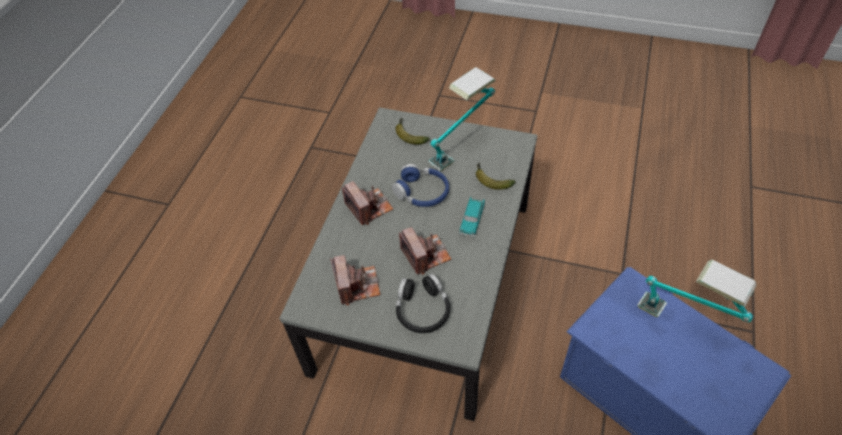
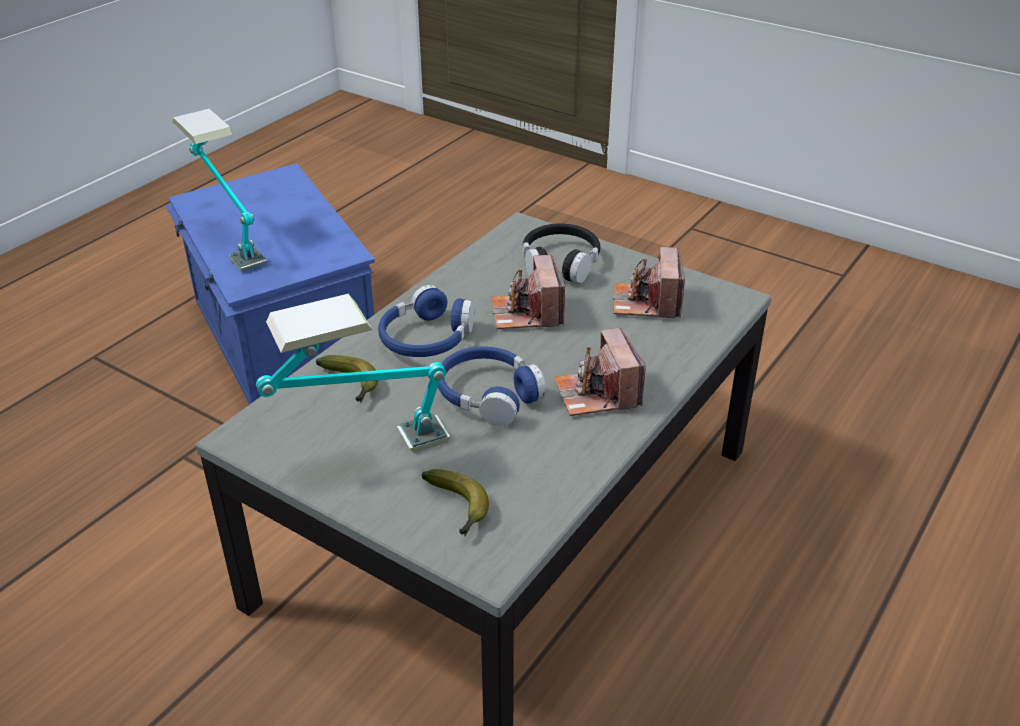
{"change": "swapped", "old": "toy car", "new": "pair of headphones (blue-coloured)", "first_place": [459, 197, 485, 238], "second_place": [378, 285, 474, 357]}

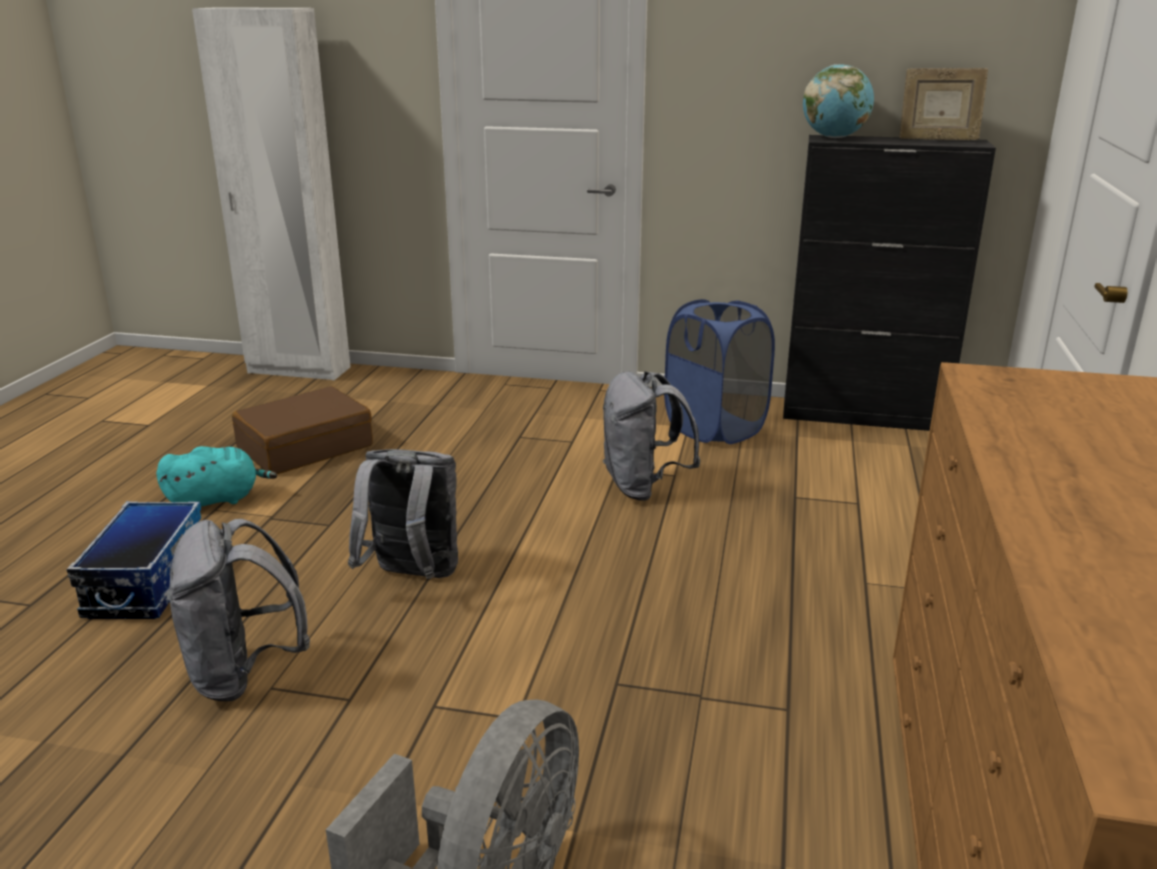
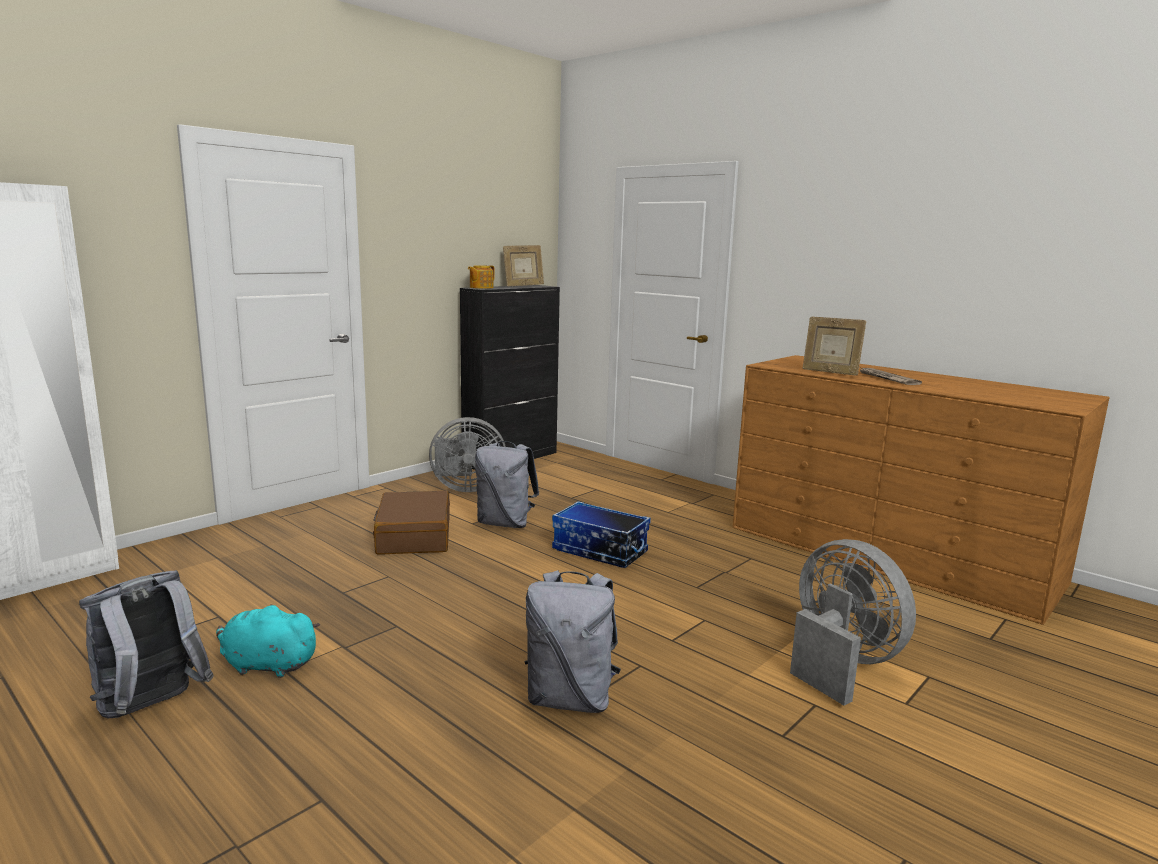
{"change": "new", "new": "standing frame", "second_place": [803, 317, 866, 376]}
{"change": "new", "new": "printed paper", "second_place": [859, 367, 922, 385]}
{"change": "shifted", "old": "storage box", "first_place": [67, 501, 201, 619], "second_place": [552, 501, 651, 568]}
{"change": "shifted", "old": "suitcase (brownish)", "first_place": [232, 386, 373, 474], "second_place": [373, 491, 450, 555]}
{"change": "shifted", "old": "backpack (greyish)", "first_place": [348, 449, 458, 579], "second_place": [79, 570, 214, 718]}
{"change": "swapped", "old": "washing basket (blue-coloured)", "new": "cooling fan (greyish)", "first_place": [664, 299, 775, 444], "second_place": [429, 417, 506, 492]}
{"change": "swapped", "old": "globe", "new": "teapot", "first_place": [803, 64, 874, 138], "second_place": [468, 265, 495, 289]}
{"change": "rotated", "old": "plush toy (blue-green)", "first_place": [156, 446, 277, 507], "second_place": [216, 604, 320, 678], "degrees": -90}

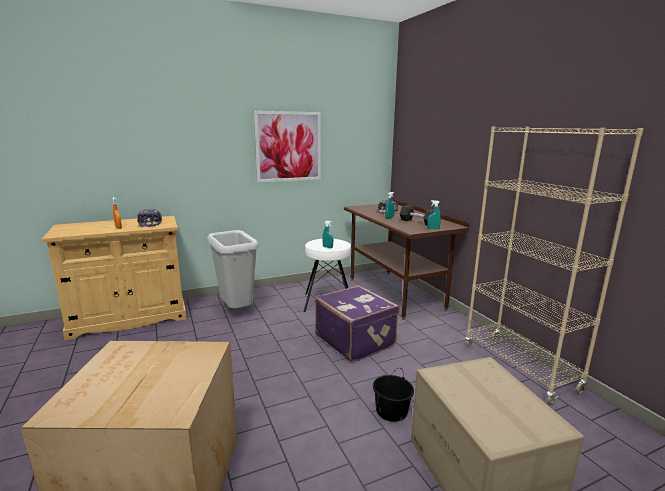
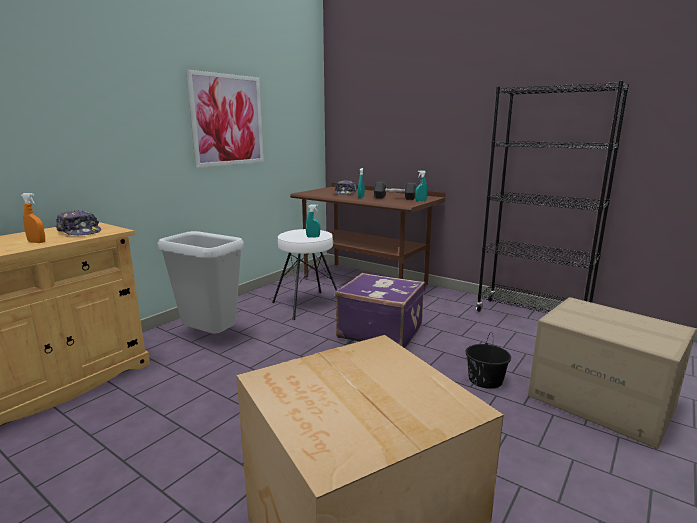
{"change": "repainted", "old": "shelving unit (beige)", "new": "shelving unit (black-coloured)", "first_place": [465, 126, 644, 404], "second_place": [476, 81, 629, 313]}

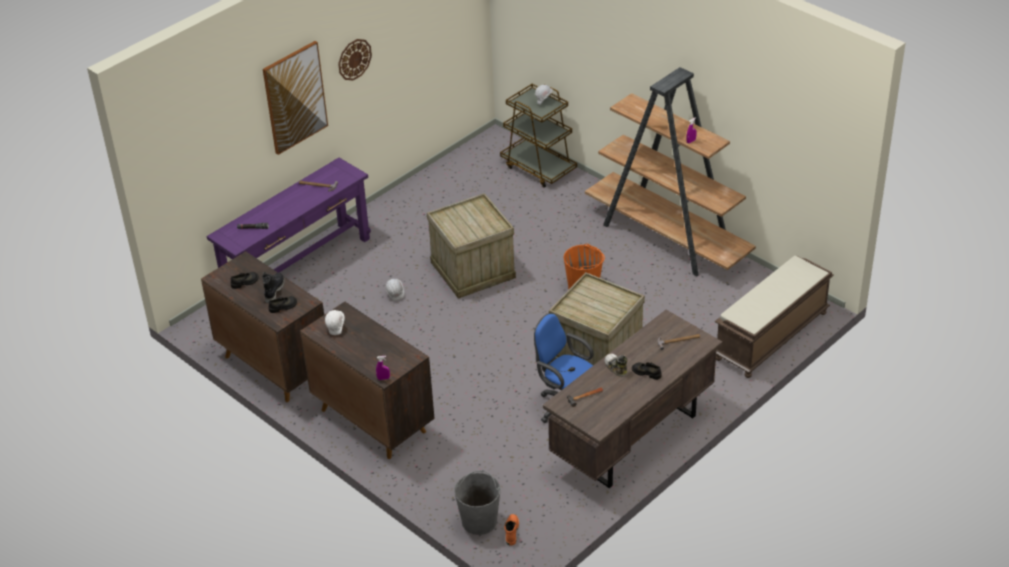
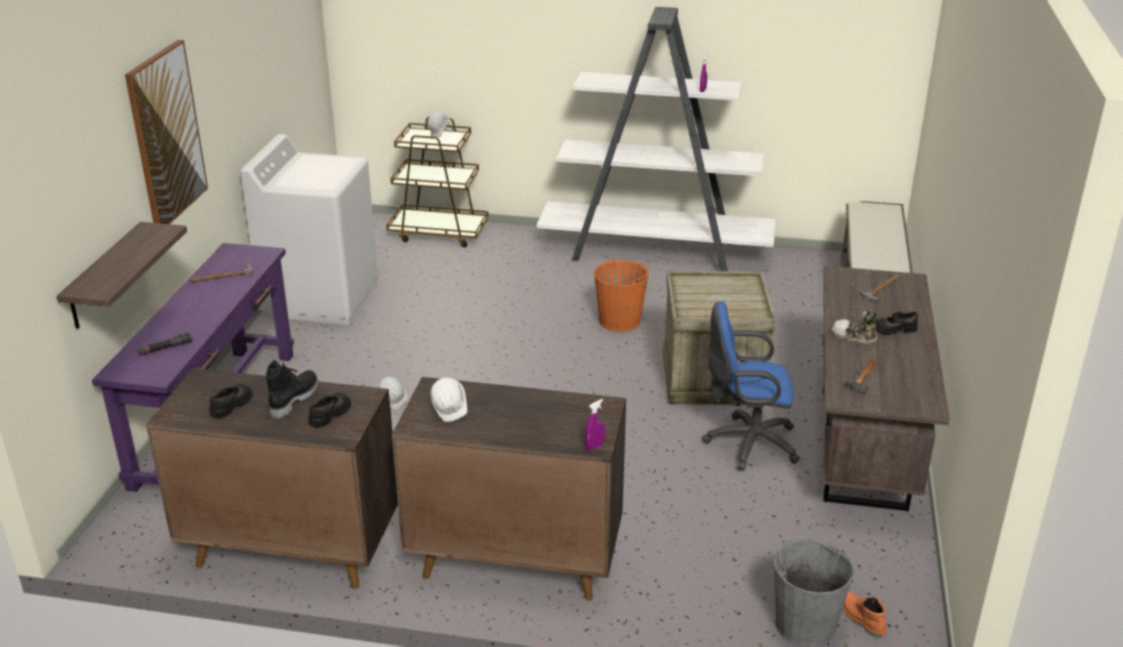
{"change": "gone", "old": "wall clock", "first_place": [338, 39, 372, 80]}
{"change": "gone", "old": "crate", "first_place": [427, 193, 516, 299]}
{"change": "new", "new": "bracket shelf", "second_place": [57, 222, 187, 329]}
{"change": "new", "new": "washing machine (whitish)", "second_place": [240, 134, 378, 325]}
{"change": "repainted", "old": "shelving unit (brownish)", "new": "shelving unit (whitish)", "first_place": [585, 67, 756, 276], "second_place": [537, 7, 776, 272]}
{"change": "rotated", "old": "high-top boot (black-coloured)", "first_place": [262, 272, 285, 304], "second_place": [266, 360, 318, 419], "degrees": 45}

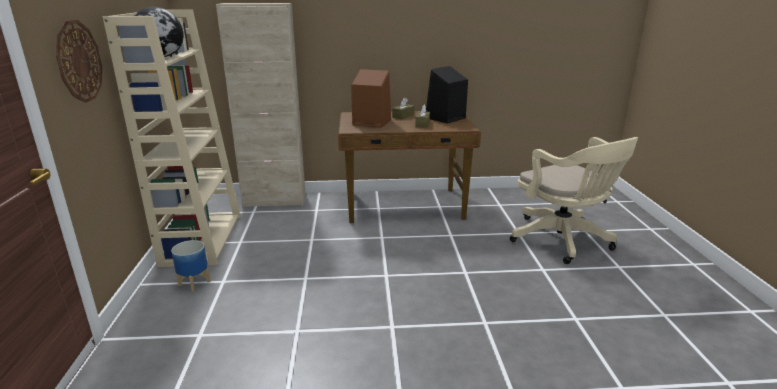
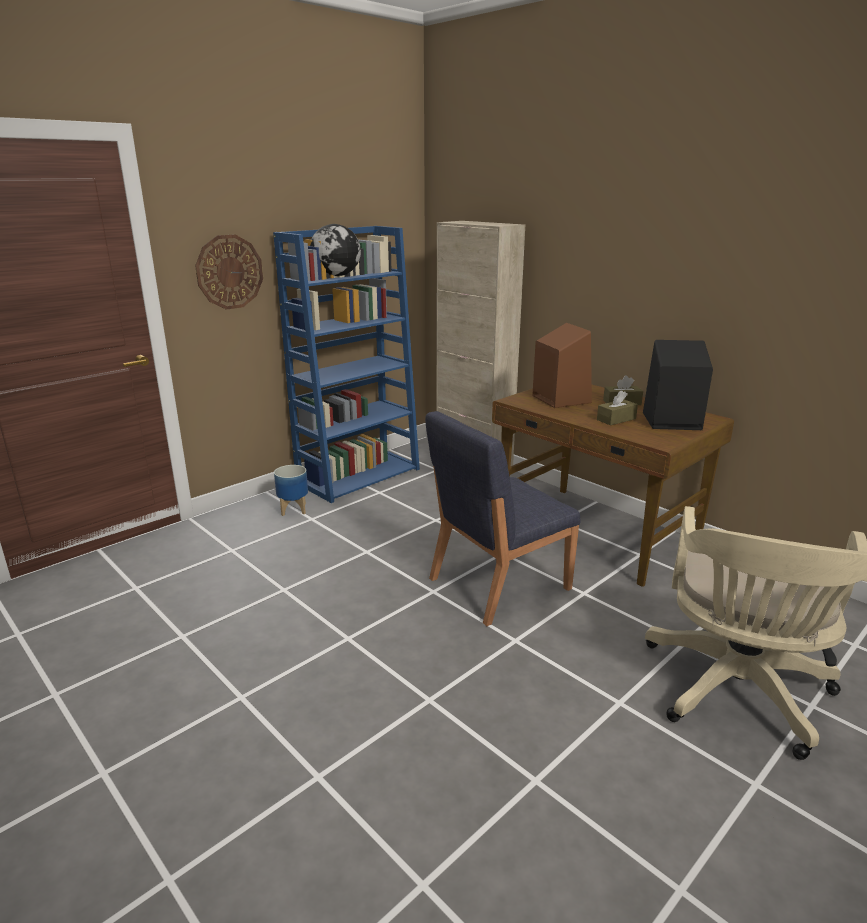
{"change": "new", "new": "upright chair (blue-coloured)", "second_place": [425, 411, 581, 626]}
{"change": "repainted", "old": "shelving unit (beige)", "new": "shelving unit (blue-coloured)", "first_place": [103, 10, 241, 267], "second_place": [273, 226, 420, 503]}

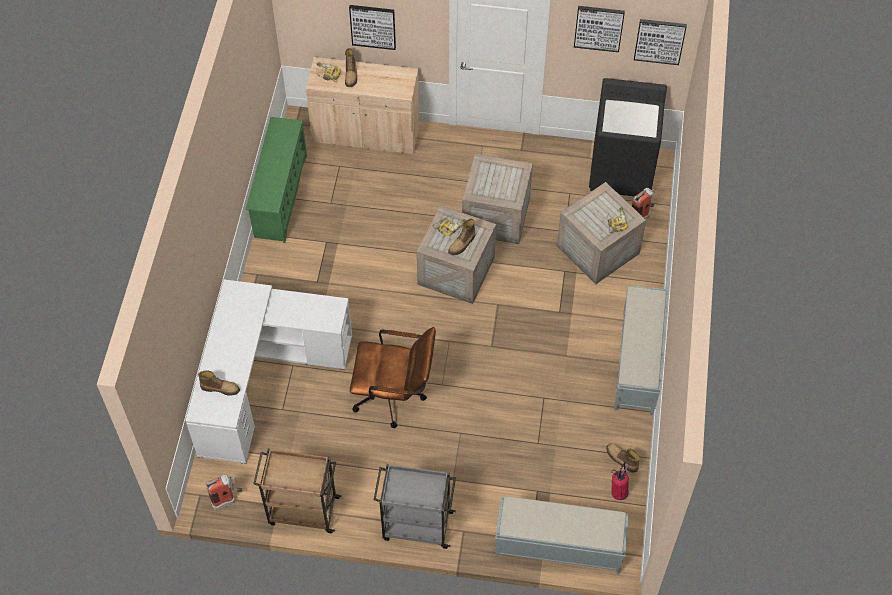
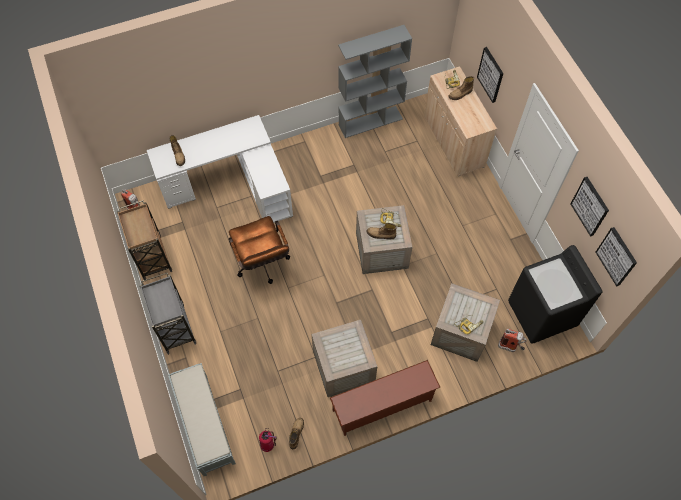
{"change": "shifted", "old": "crate", "first_place": [462, 153, 533, 244], "second_place": [311, 320, 377, 397]}
{"change": "swapped", "old": "shoe stand (greenish)", "new": "shelving unit (greyish)", "first_place": [246, 117, 307, 243], "second_place": [338, 25, 412, 138]}
{"change": "swapped", "old": "bench (greyish)", "new": "shoe stand (brownish)", "first_place": [614, 286, 668, 415], "second_place": [330, 360, 440, 436]}

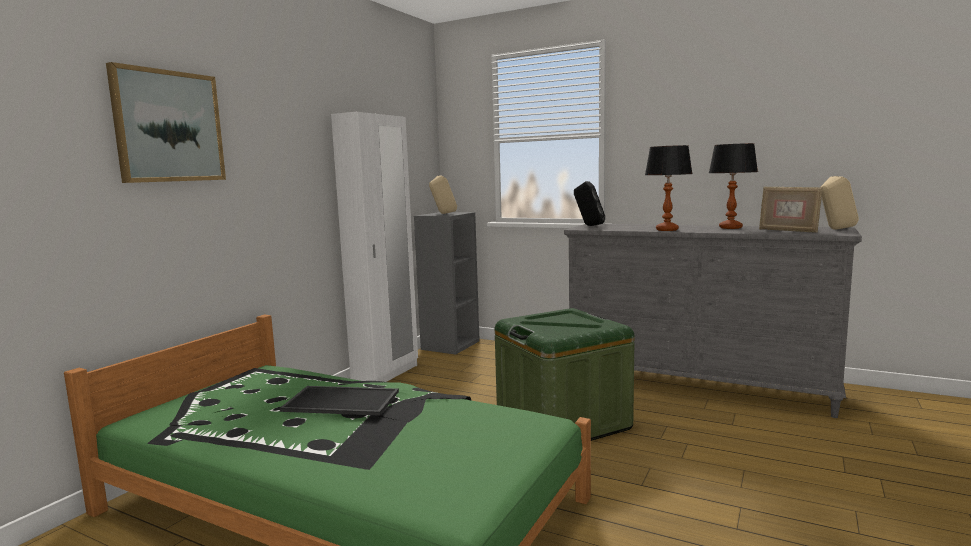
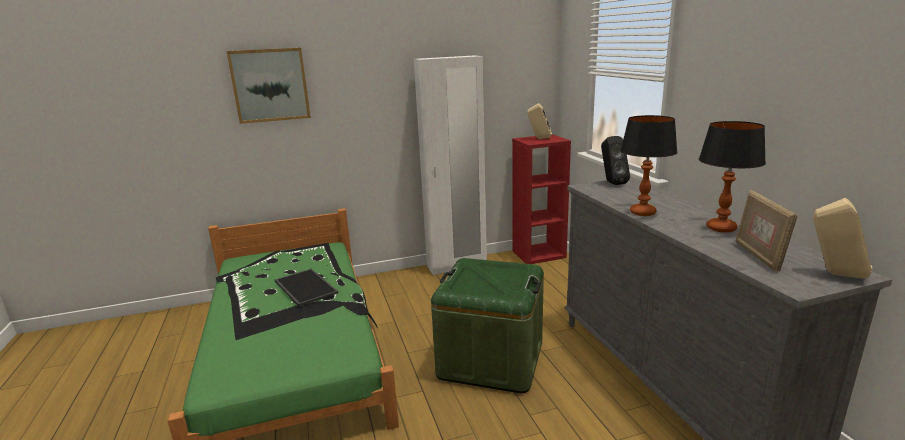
{"change": "repainted", "old": "shelving unit (greyish)", "new": "shelving unit (red-coloured)", "first_place": [414, 212, 480, 355], "second_place": [512, 134, 571, 264]}

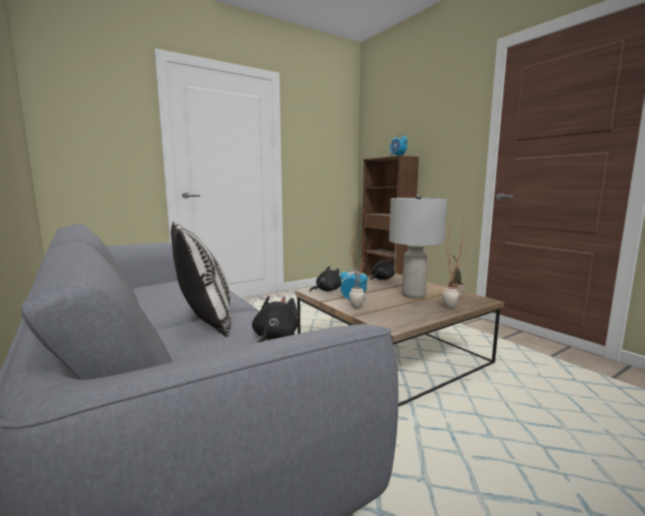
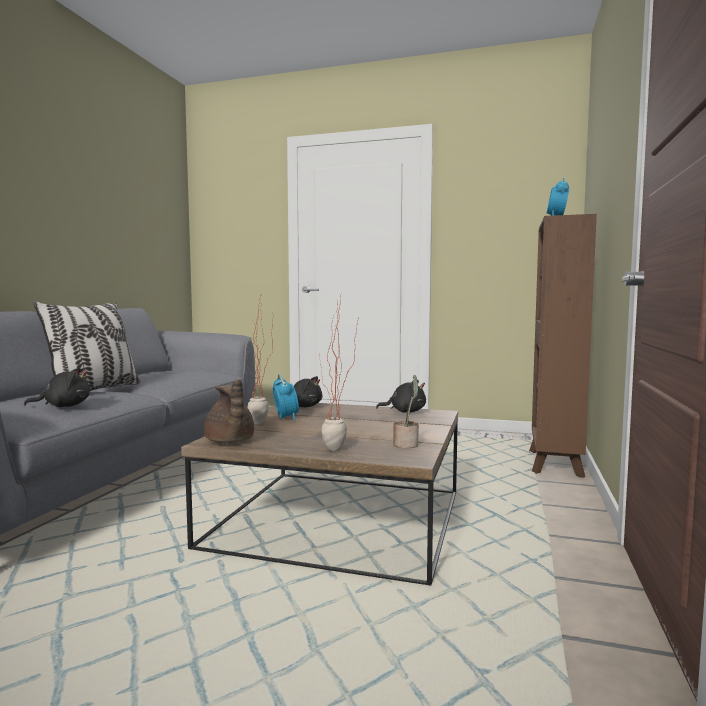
{"change": "gone", "old": "lamp for a table (greyish)", "first_place": [389, 194, 447, 299]}
{"change": "new", "new": "teapot (brownish)", "second_place": [204, 379, 254, 443]}

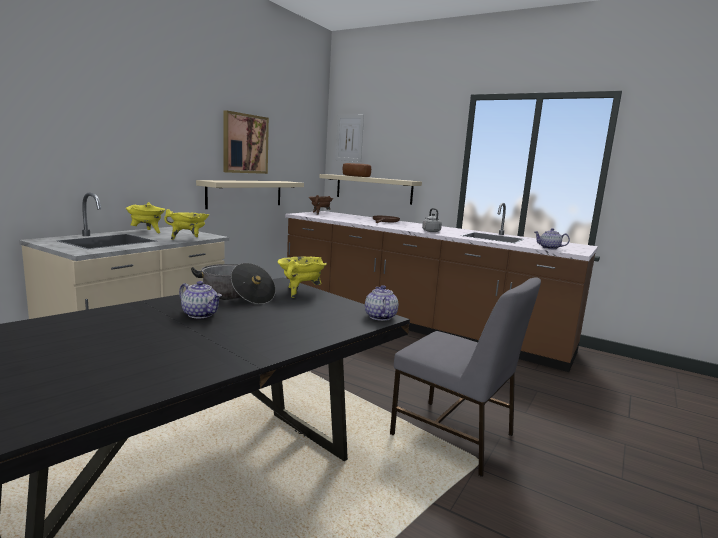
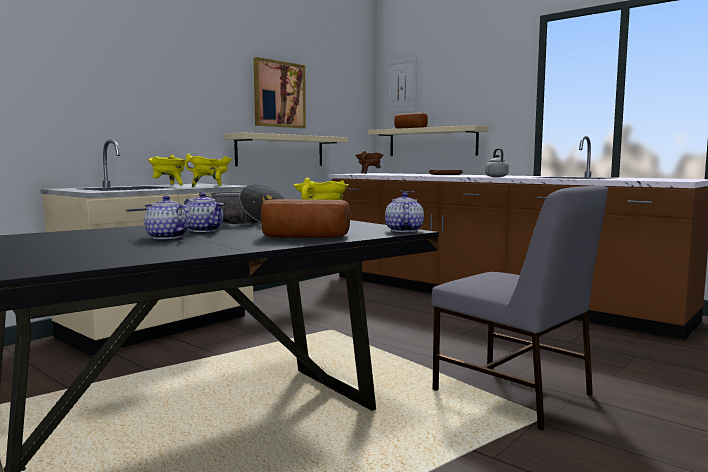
{"change": "new", "new": "baked bread", "second_place": [261, 199, 350, 238]}
{"change": "shifted", "old": "teapot", "first_place": [535, 228, 570, 250], "second_place": [144, 196, 191, 239]}

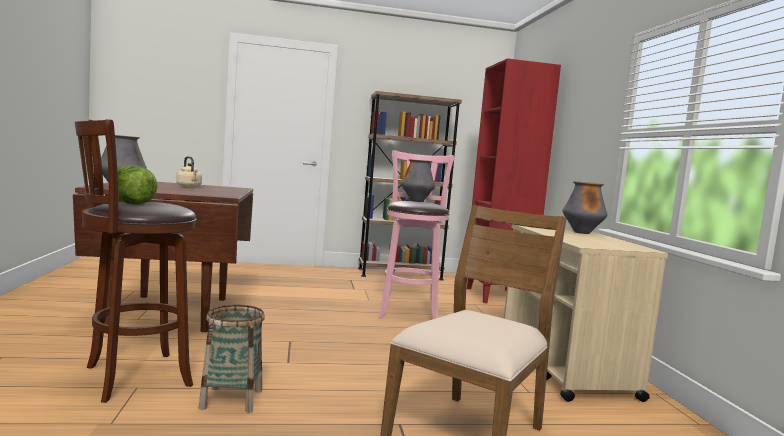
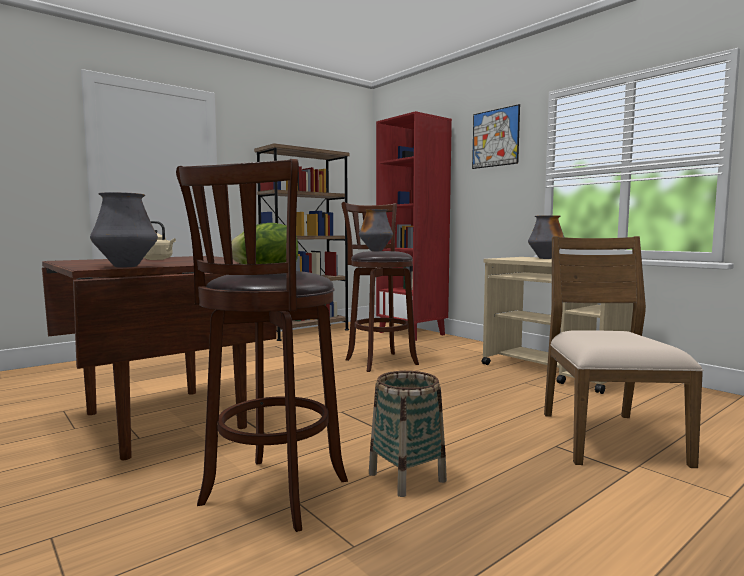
{"change": "new", "new": "wall art", "second_place": [472, 104, 520, 169]}
{"change": "repainted", "old": "stool seat (pink-coloured)", "new": "stool seat (brownish)", "first_place": [378, 150, 454, 319], "second_place": [342, 202, 419, 372]}

